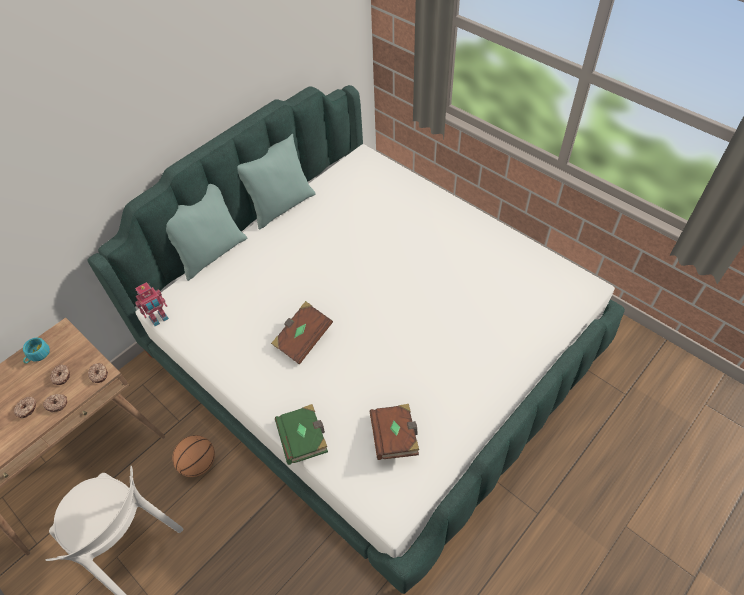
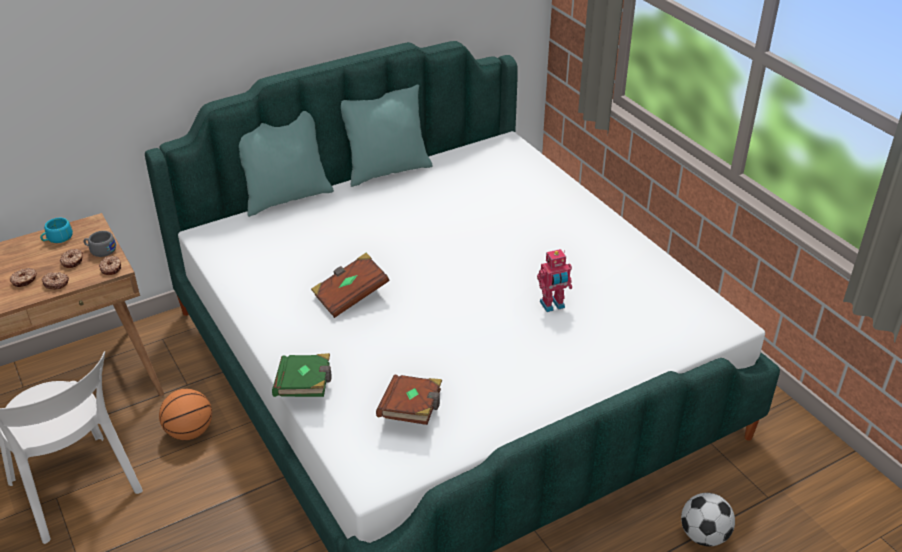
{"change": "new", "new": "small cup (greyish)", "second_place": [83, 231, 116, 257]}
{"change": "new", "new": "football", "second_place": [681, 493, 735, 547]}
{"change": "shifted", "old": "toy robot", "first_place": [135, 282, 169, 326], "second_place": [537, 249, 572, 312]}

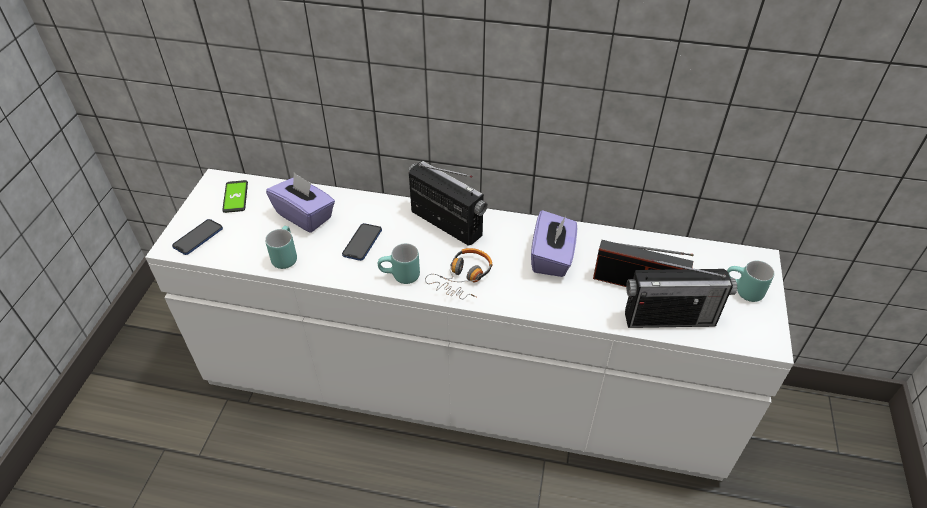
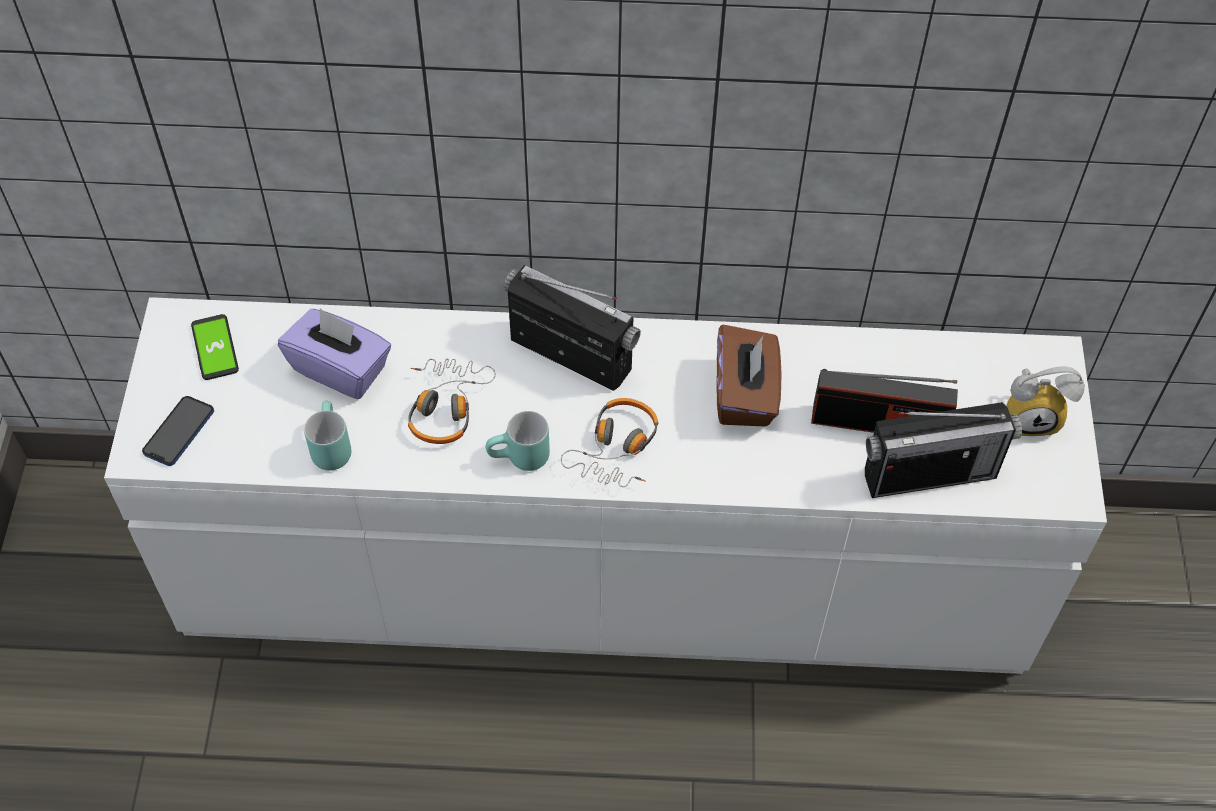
{"change": "swapped", "old": "handset", "new": "pair of headphones", "first_place": [342, 223, 382, 261], "second_place": [408, 358, 496, 444]}
{"change": "swapped", "old": "mug (blue-green)", "new": "alarm clock", "first_place": [727, 261, 774, 302], "second_place": [1006, 367, 1085, 436]}
{"change": "repainted", "old": "tissue box (purple-coloured)", "new": "tissue box (brownish)", "first_place": [531, 210, 577, 277], "second_place": [717, 325, 781, 427]}

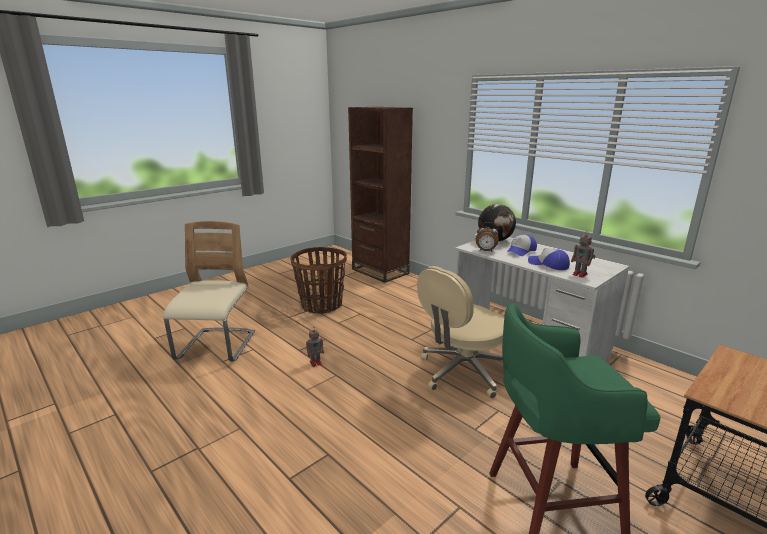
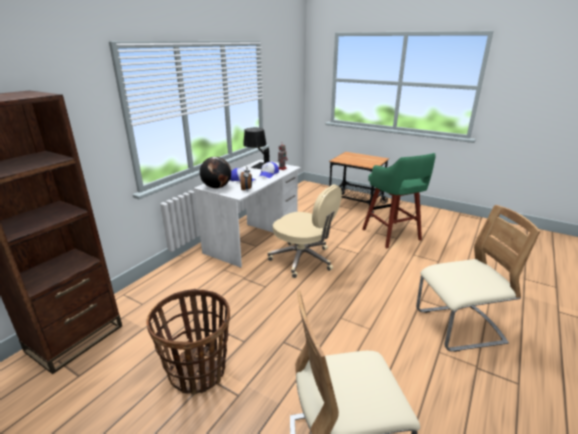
{"change": "gone", "old": "toy robot", "first_place": [306, 328, 324, 367]}
{"change": "new", "new": "lamp for a table (black-coloured)", "second_place": [243, 128, 270, 169]}
{"change": "new", "new": "upright chair (beige)", "second_place": [416, 205, 541, 352]}

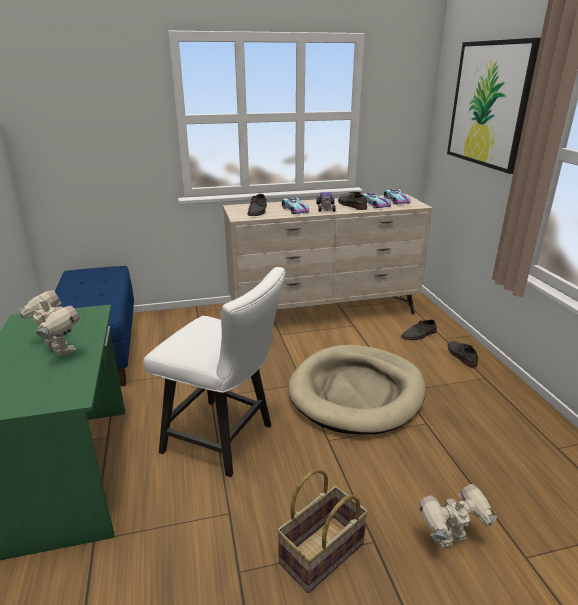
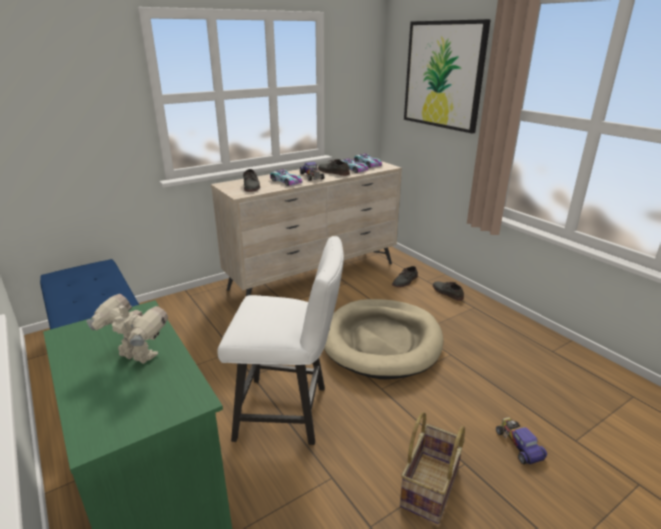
{"change": "swapped", "old": "toy robot", "new": "toy car", "first_place": [419, 484, 497, 549], "second_place": [496, 417, 547, 464]}

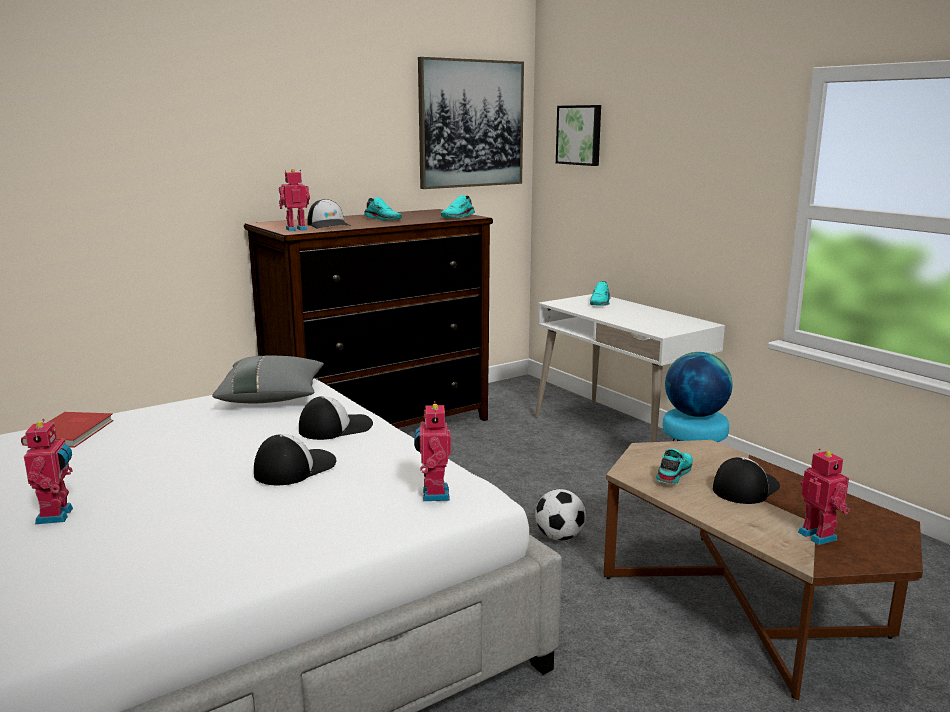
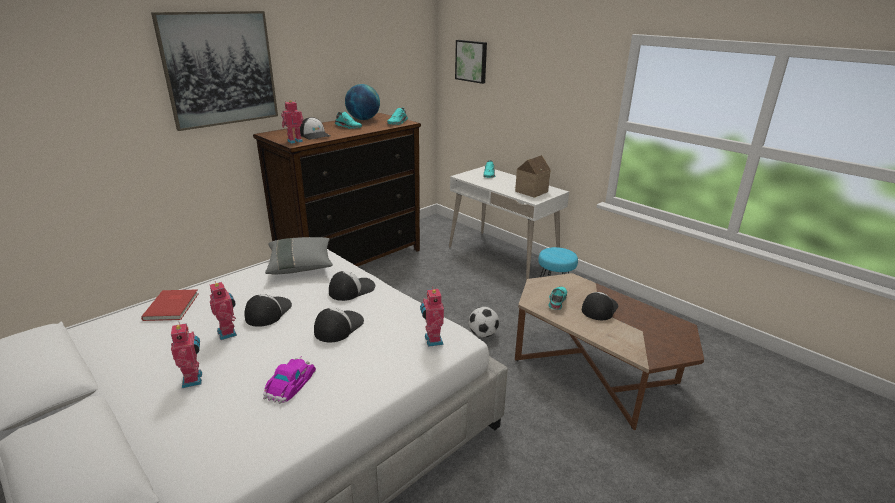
{"change": "new", "new": "baseball cap", "second_place": [245, 294, 292, 327]}
{"change": "new", "new": "toy car", "second_place": [263, 356, 316, 404]}
{"change": "new", "new": "toy house", "second_place": [515, 155, 551, 198]}
{"change": "shifted", "old": "wall art", "first_place": [418, 57, 524, 189], "second_place": [151, 11, 278, 131]}
{"change": "shifted", "old": "globe", "first_place": [665, 352, 733, 417], "second_place": [345, 84, 380, 120]}
{"change": "shifted", "old": "toy robot", "first_place": [798, 448, 850, 545], "second_place": [210, 281, 237, 340]}

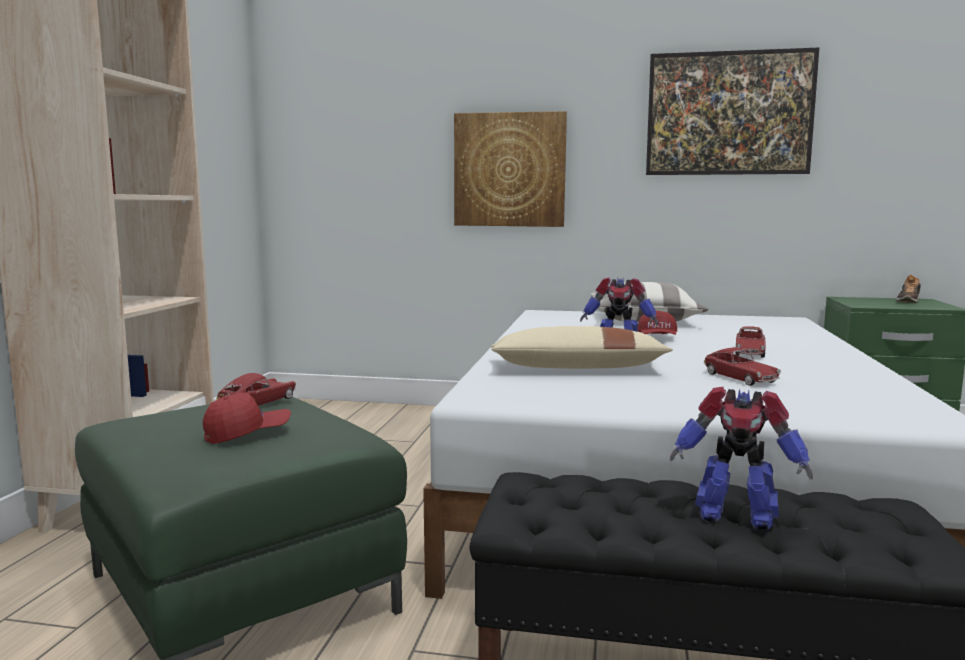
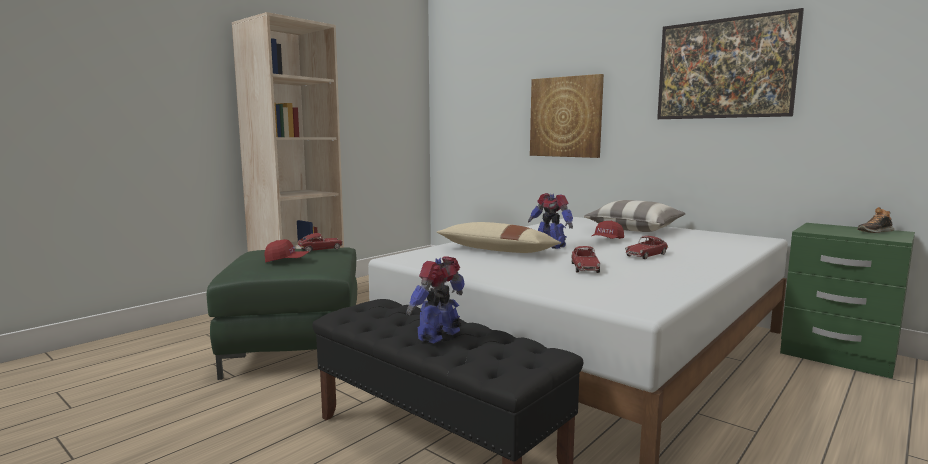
{"change": "rotated", "old": "toy robot", "first_place": [670, 387, 813, 530], "second_place": [406, 256, 465, 343], "degrees": 75}

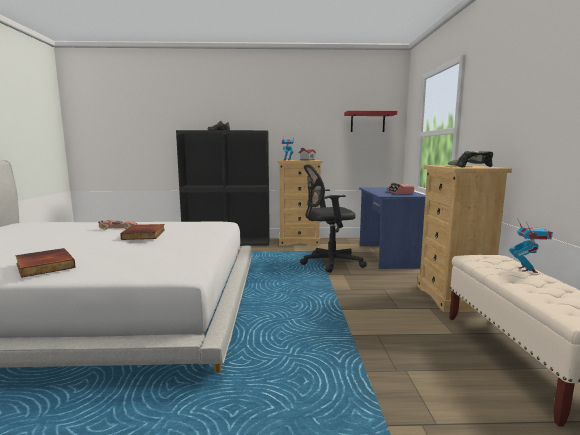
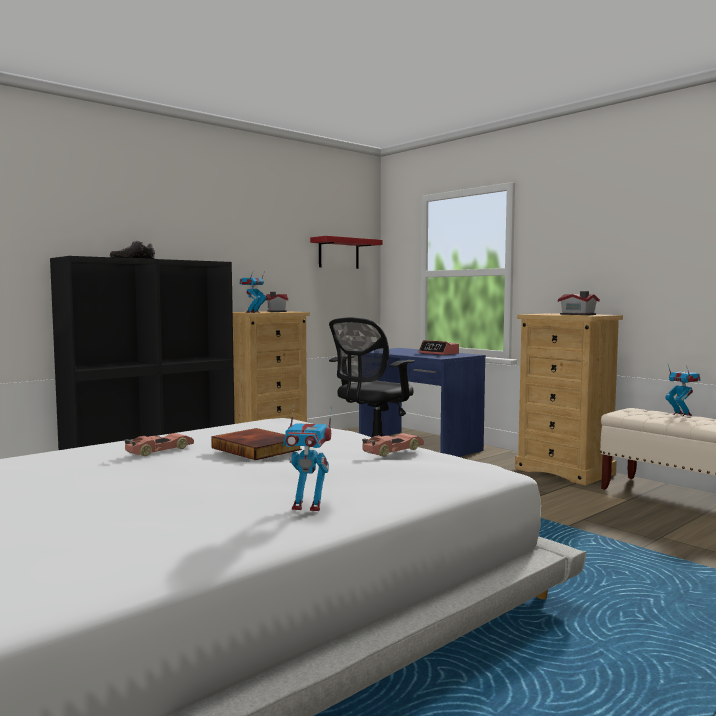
{"change": "new", "new": "toy car", "second_place": [362, 433, 424, 457]}
{"change": "swapped", "old": "book", "new": "toy robot", "first_place": [15, 248, 75, 278], "second_place": [283, 405, 332, 511]}
{"change": "swapped", "old": "baseball cap", "new": "toy house", "first_place": [448, 150, 493, 168], "second_place": [558, 291, 600, 315]}

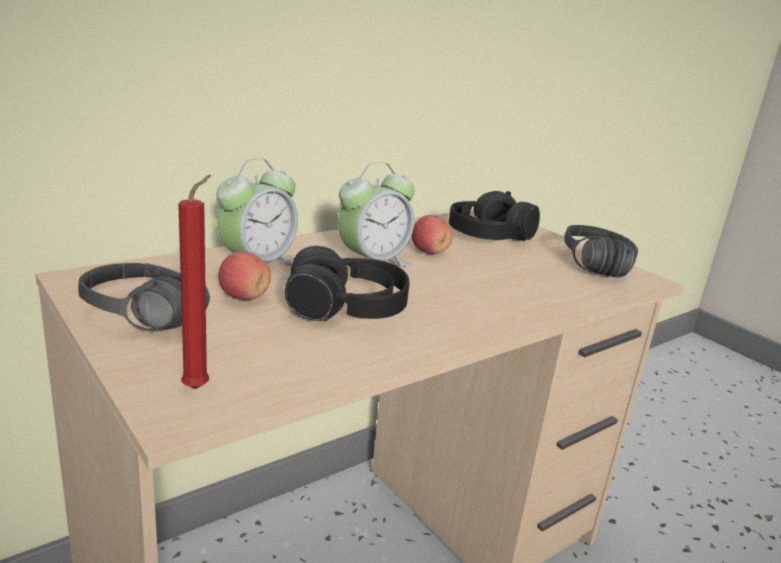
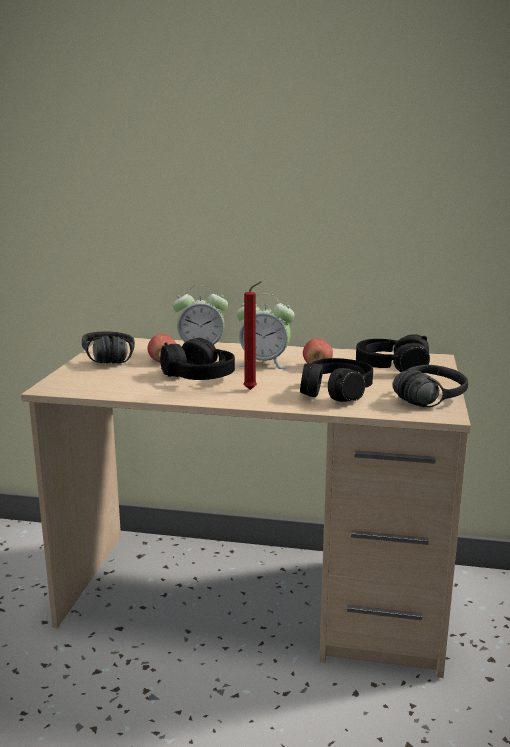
{"change": "new", "new": "pair of headphones (black-coloured)", "second_place": [300, 358, 373, 402]}
{"change": "shifted", "old": "candle (red-coloured)", "first_place": [178, 175, 211, 389], "second_place": [243, 281, 262, 390]}

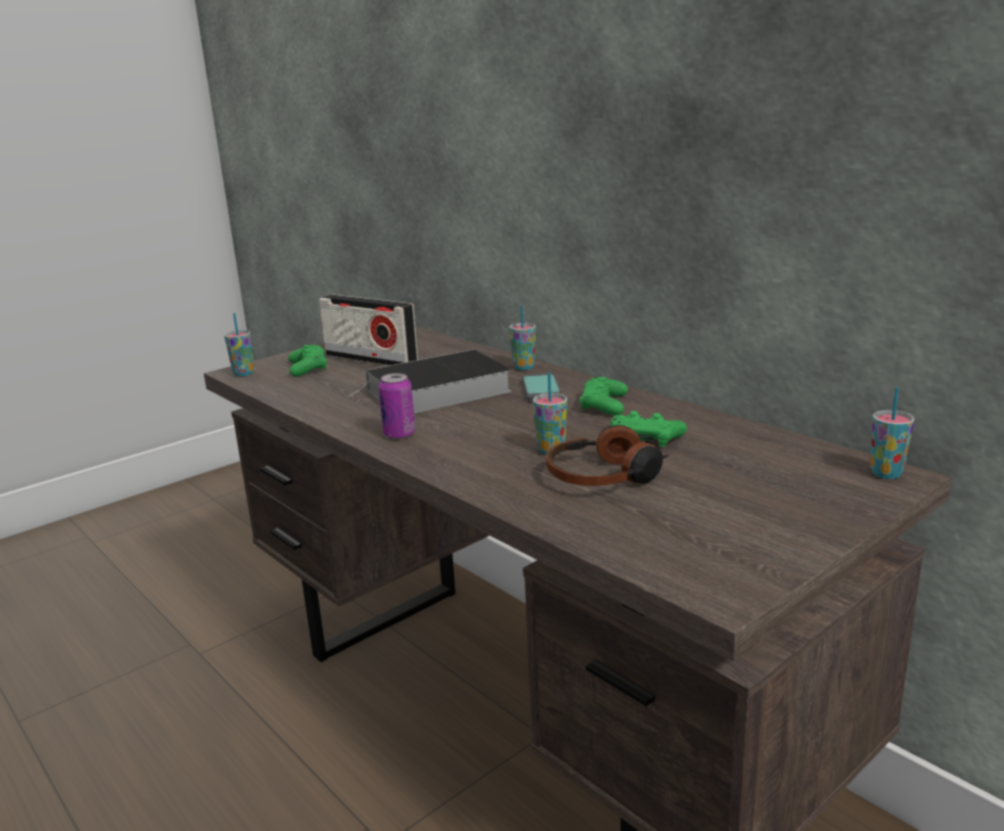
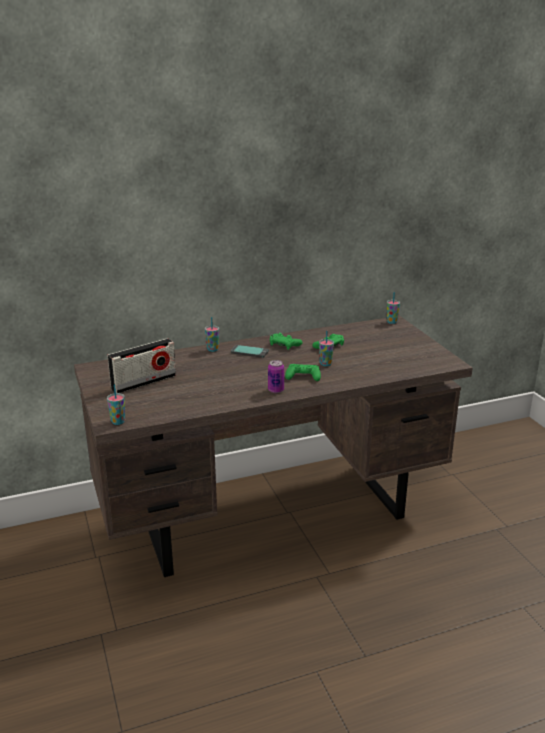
{"change": "gone", "old": "book", "first_place": [347, 349, 512, 413]}
{"change": "gone", "old": "pair of headphones", "first_place": [546, 425, 669, 486]}
{"change": "shifted", "old": "joypad (greenish)", "first_place": [288, 345, 327, 377], "second_place": [285, 364, 321, 381]}

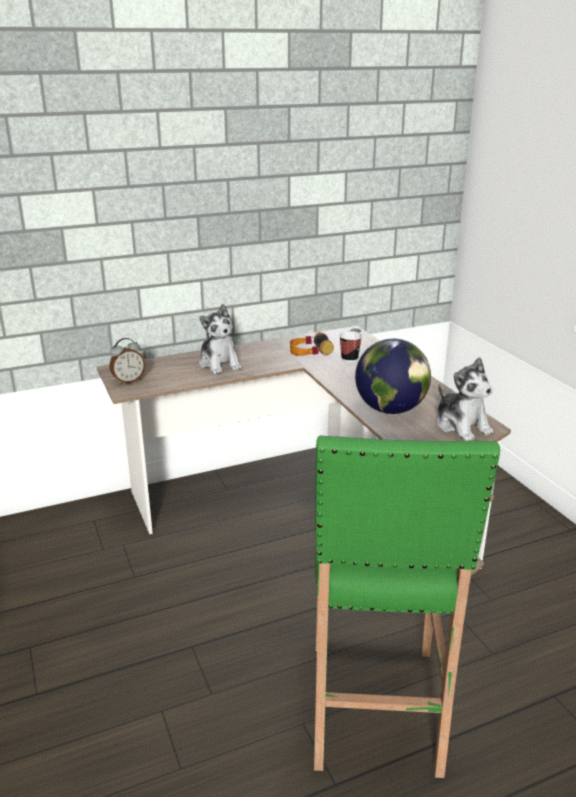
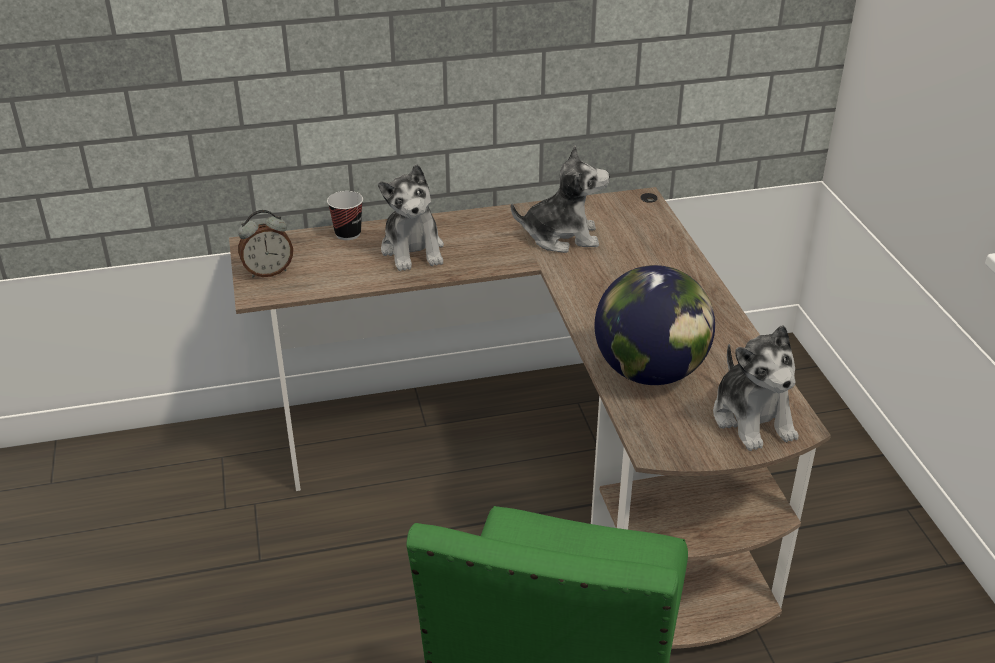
{"change": "shifted", "old": "small cup", "first_place": [339, 331, 362, 362], "second_place": [327, 191, 363, 240]}
{"change": "swapped", "old": "pair of headphones", "new": "plush toy", "first_place": [290, 332, 334, 356], "second_place": [511, 145, 610, 253]}

